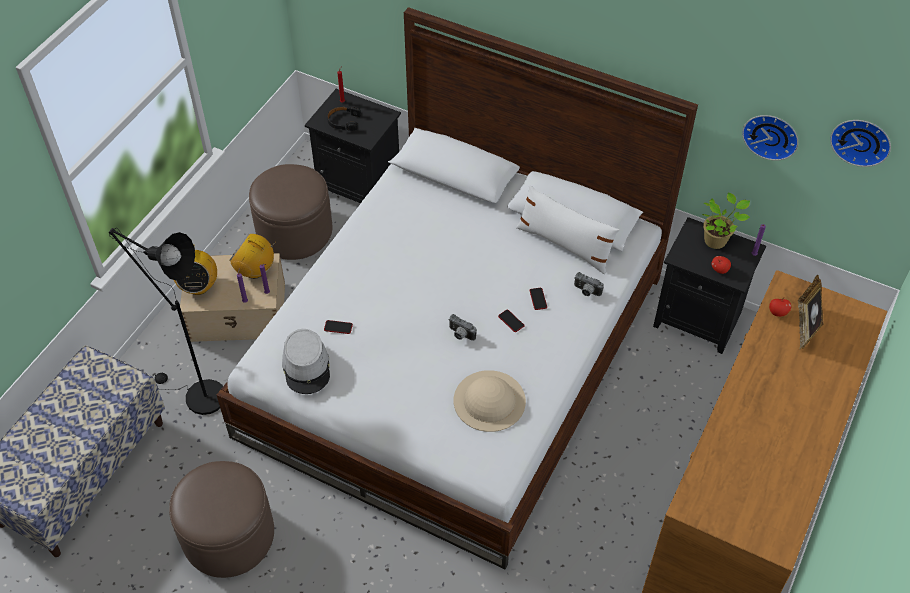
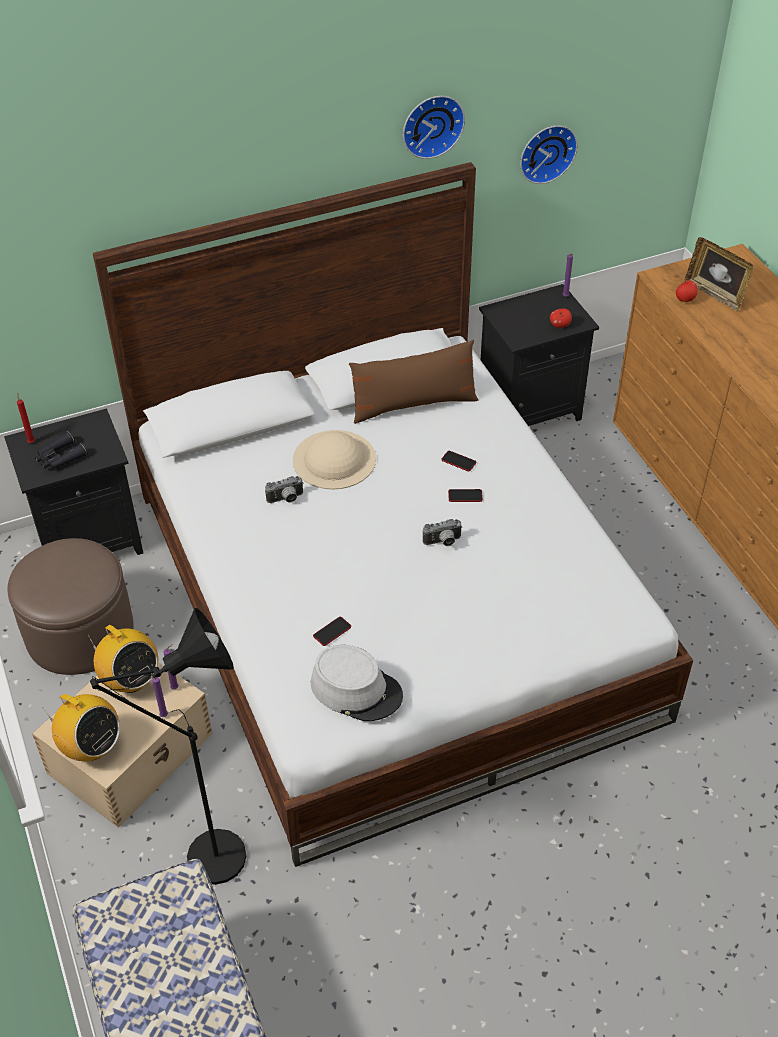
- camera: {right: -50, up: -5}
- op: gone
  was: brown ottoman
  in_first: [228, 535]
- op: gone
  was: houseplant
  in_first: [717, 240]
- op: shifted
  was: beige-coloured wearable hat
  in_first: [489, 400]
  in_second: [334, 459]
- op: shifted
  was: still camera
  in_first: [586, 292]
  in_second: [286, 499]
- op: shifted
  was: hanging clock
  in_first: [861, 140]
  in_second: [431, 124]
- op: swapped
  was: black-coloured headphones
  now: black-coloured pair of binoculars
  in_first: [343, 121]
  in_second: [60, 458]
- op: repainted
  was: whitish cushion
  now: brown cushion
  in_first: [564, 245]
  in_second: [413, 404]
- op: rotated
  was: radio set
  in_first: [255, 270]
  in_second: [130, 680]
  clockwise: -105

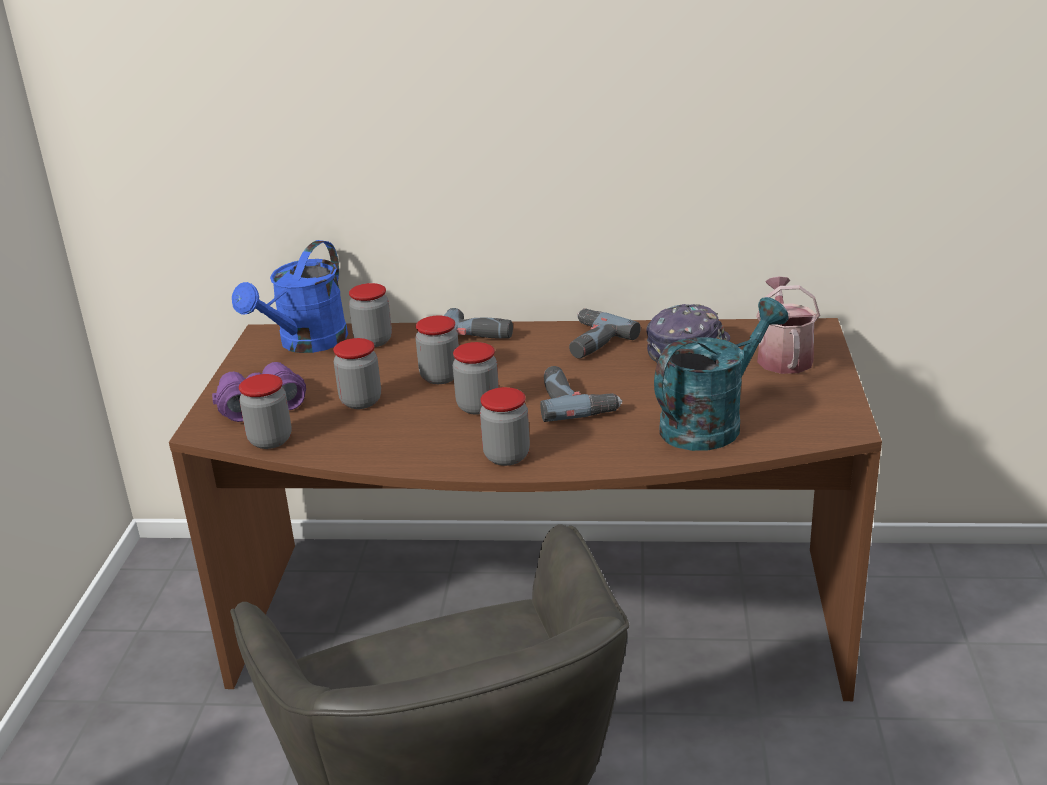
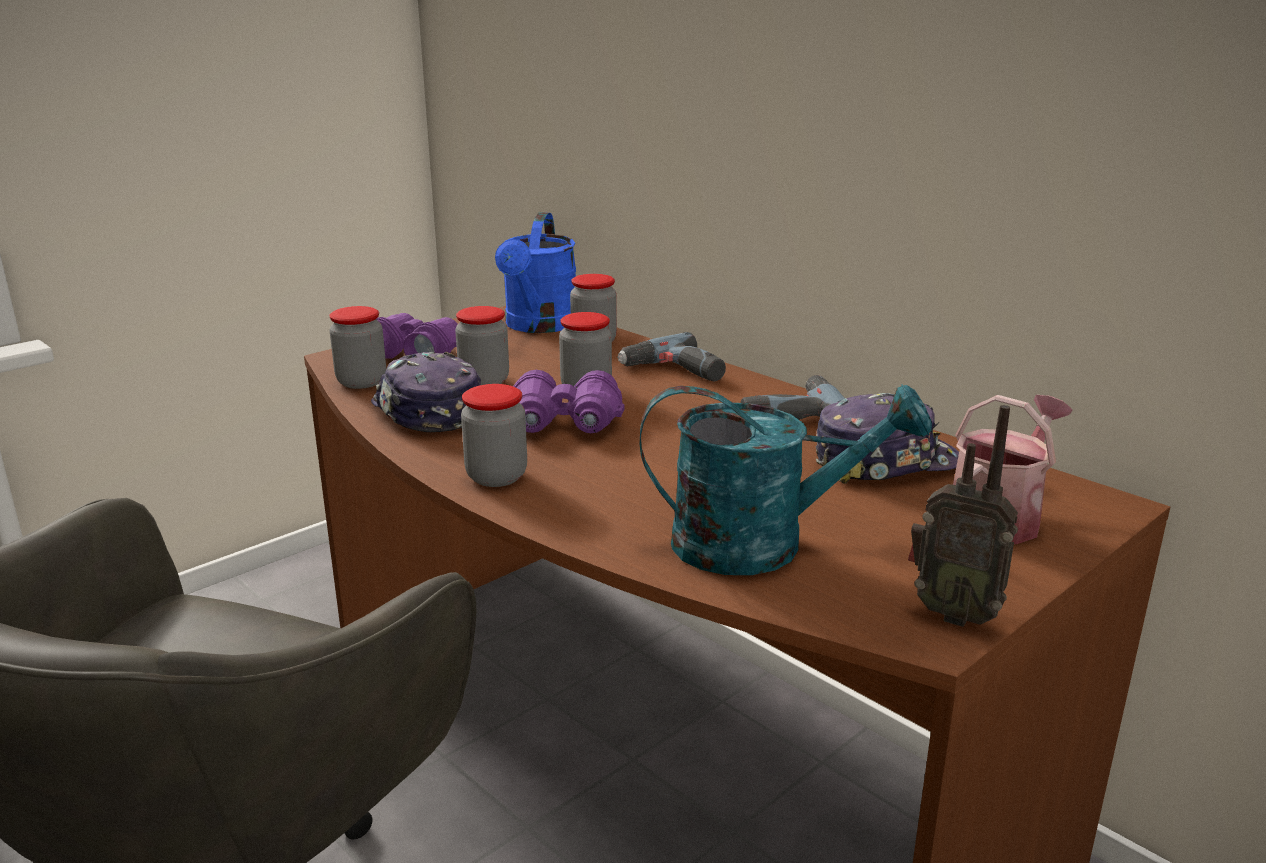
- camera: {right: 40, up: -5}
- op: gone
  was: power drill
  in_first: [576, 401]
- op: new
  now: cap
  in_second: [427, 413]
- op: new
  now: radio set
  in_second: [953, 613]
- op: swapped
  was: storage jar
  now: purple-coloured pair of binoculars
  in_first: [478, 406]
  in_second: [565, 425]
- op: rotated
  was: blue watering can
  in_first: [306, 344]
  in_second: [539, 326]
  clockwise: -60

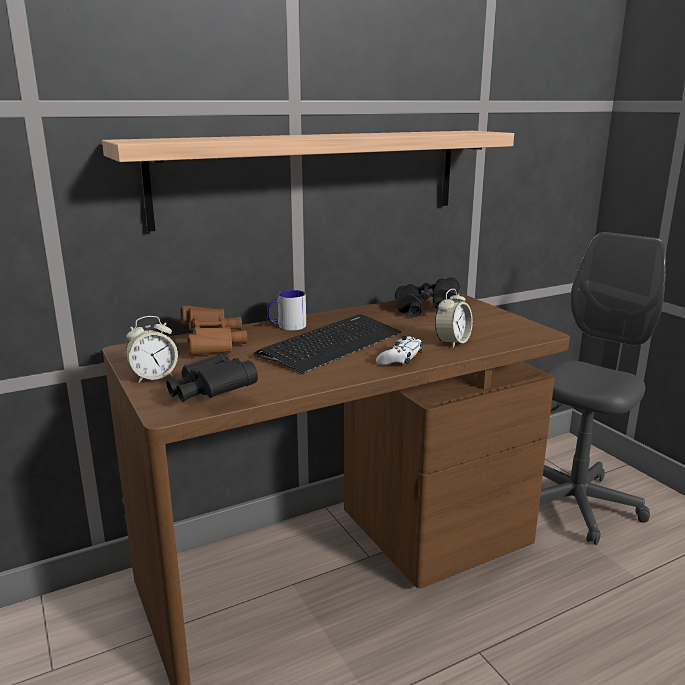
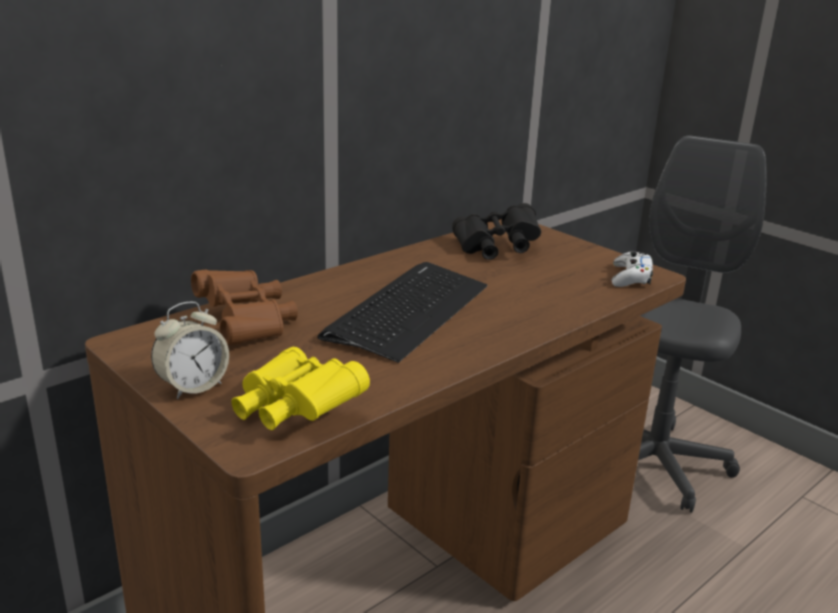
- camera: {right: -15, up: 5}
- op: gone
  was: wall shelf
  in_first: [312, 176]
- op: gone
  was: coffee mug
  in_first: [287, 326]
- op: gone
  was: bedside clock
  in_first: [452, 342]
- op: shifted
  was: whitish game controller
  in_first: [400, 358]
  in_second: [630, 277]
- op: repainted
  was: black-coloured pair of binoculars
  now: yellow-coloured pair of binoculars
  in_first: [211, 395]
  in_second: [294, 410]

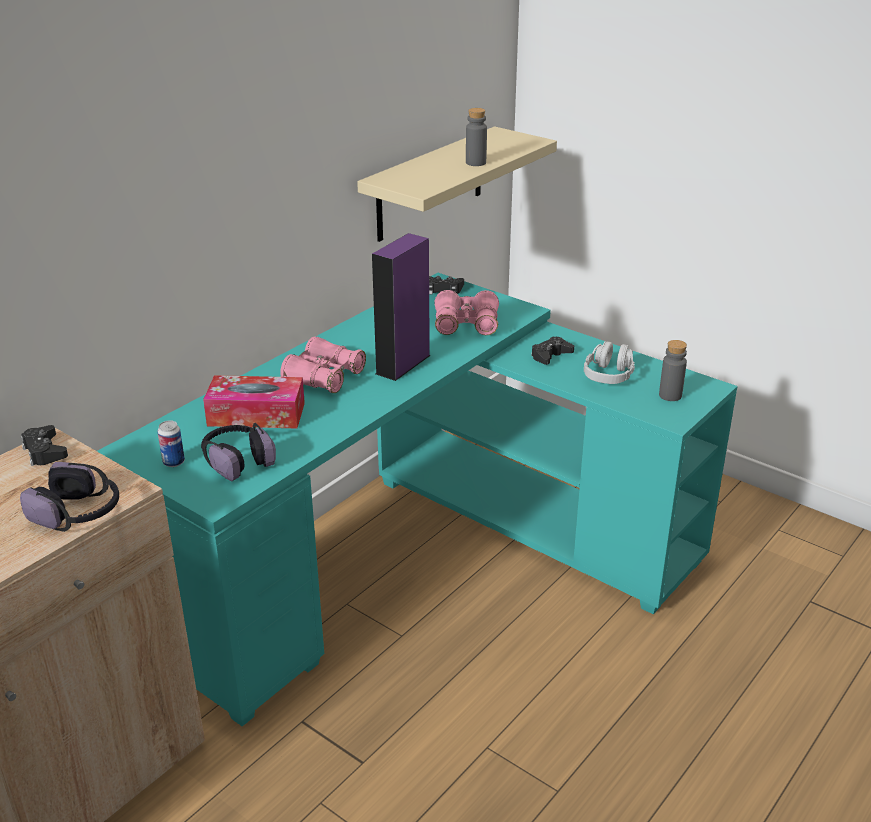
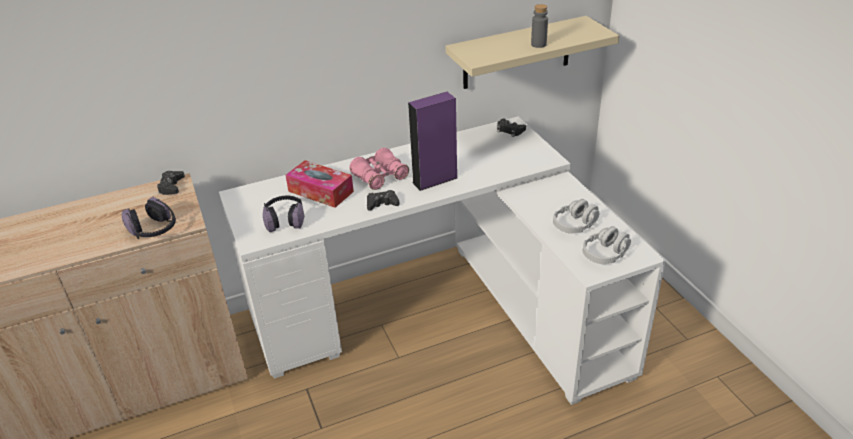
- camera: {right: 30, up: 5}
- op: gone
  was: metal can
  in_first: [173, 462]
- op: gone
  was: pinkish pair of binoculars
  in_first: [466, 324]
- op: shifted
  was: black-coloured game controller
  in_first: [550, 355]
  in_second: [382, 204]
- op: swapped
  was: greyish bottle
  now: greyish headphones
  in_first: [670, 395]
  in_second: [605, 253]
- op: repainted
  was: blue-green desk unit
  now: whitish desk unit
  in_first: [421, 558]
  in_second: [446, 310]

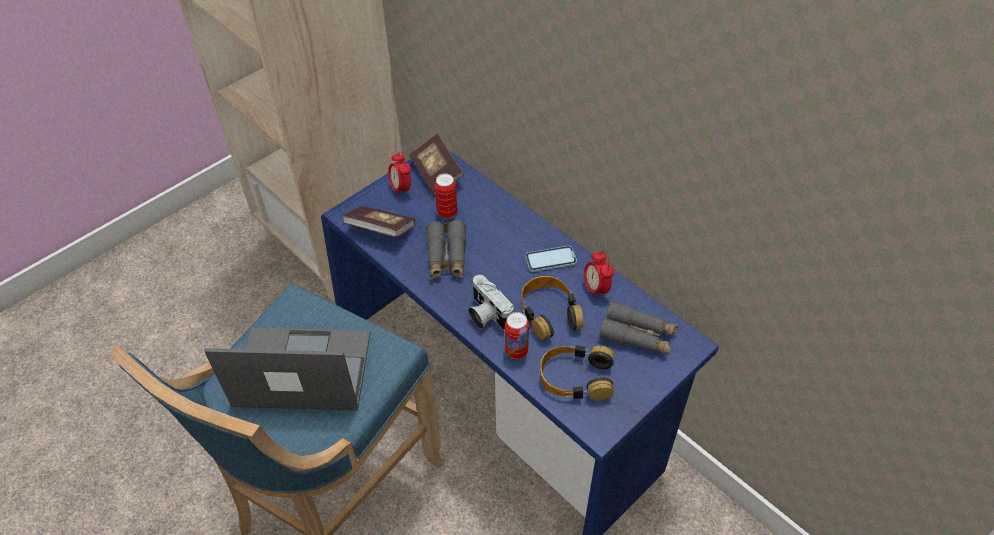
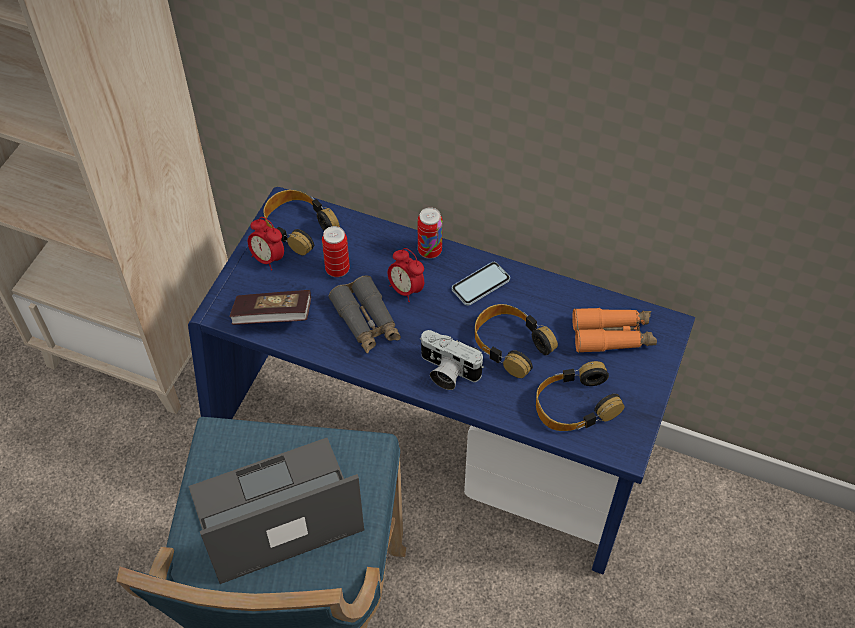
- camera: {right: -25, up: 5}
- op: shifted
  was: metal can
  in_first: [516, 351]
  in_second: [429, 251]
- op: shifted
  was: bedside clock
  in_first: [596, 289]
  in_second: [406, 289]
- op: swapped
  was: bound book
  now: headphones
  in_first: [437, 174]
  in_second: [299, 227]
- op: repainted
  was: greyish pair of binoculars
  now: orange pair of binoculars
  in_first: [638, 335]
  in_second: [613, 335]

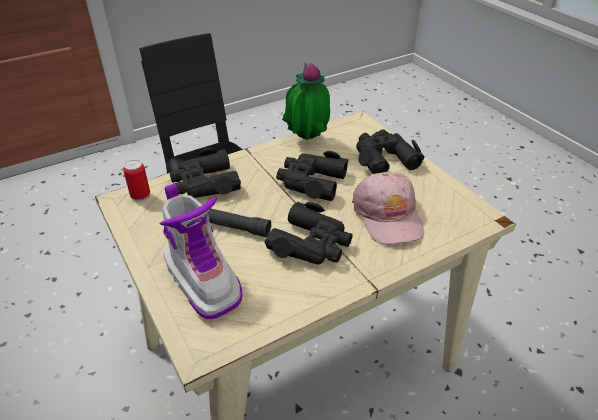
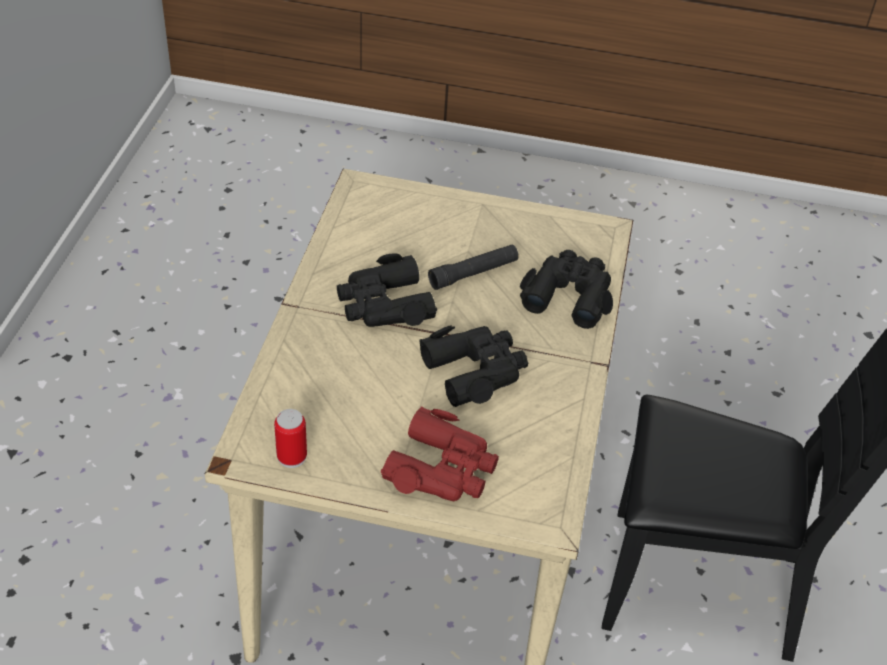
- camera: {right: 130, up: 5}
- op: gone
  was: high-top boot
  in_first: [203, 280]
- op: gone
  was: houseplant
  in_first: [306, 141]
- op: gone
  was: pinkish cap
  in_first: [388, 215]
- op: shifted
  was: metal can
  in_first: [140, 196]
  in_second: [291, 457]
- op: repainted
  was: black-coloured pair of binoculars
  now: red pair of binoculars
  in_first: [384, 158]
  in_second: [442, 468]

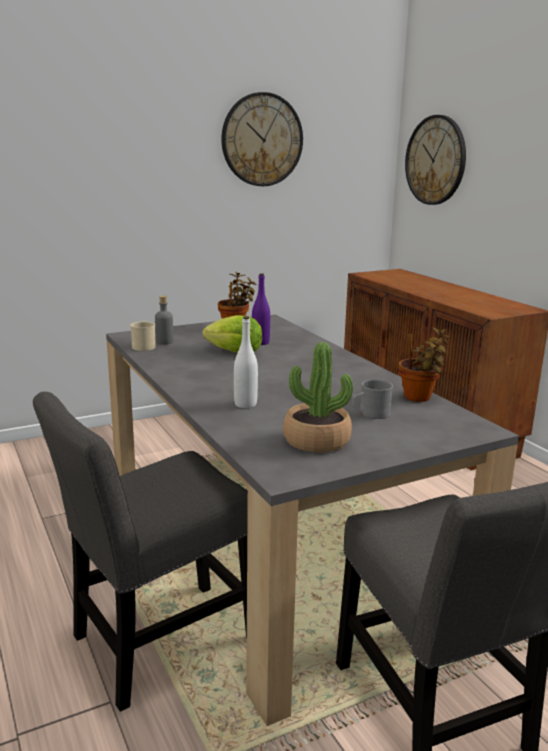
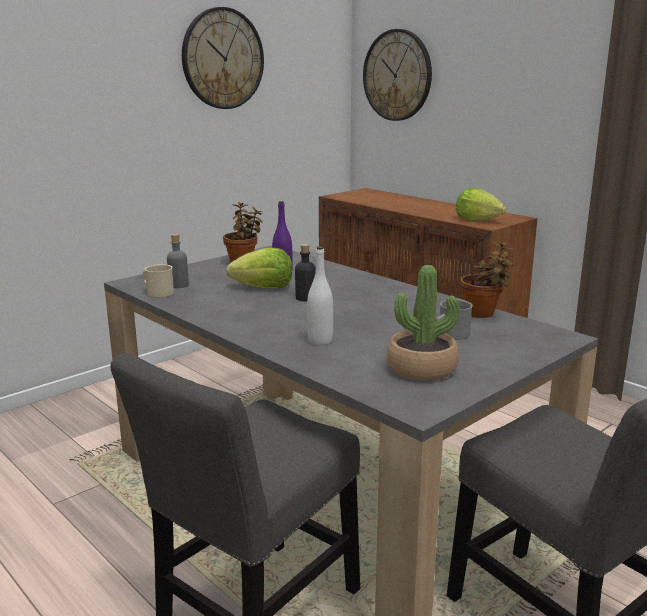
- camera: {right: -15, up: 0}
- op: new
  now: black-coloured bottle
  in_second: [305, 298]
- op: new
  now: head of lettuce
  in_second: [477, 220]

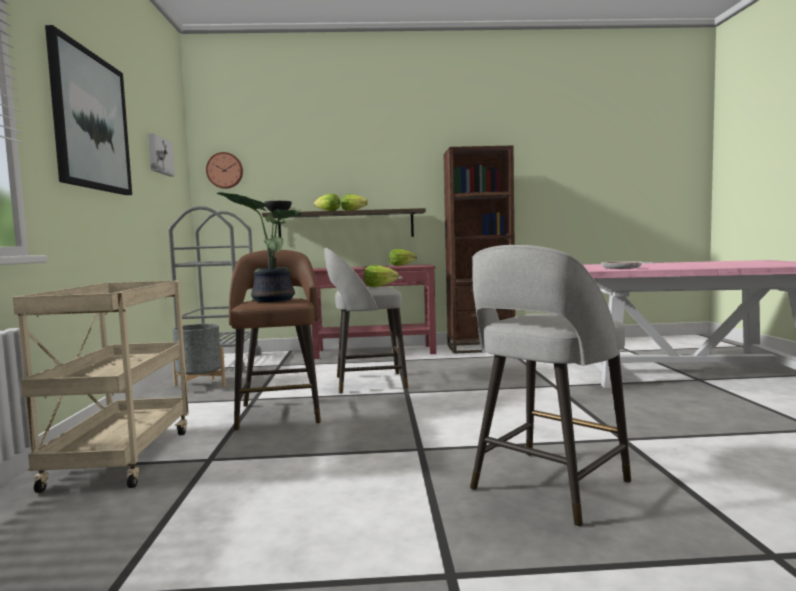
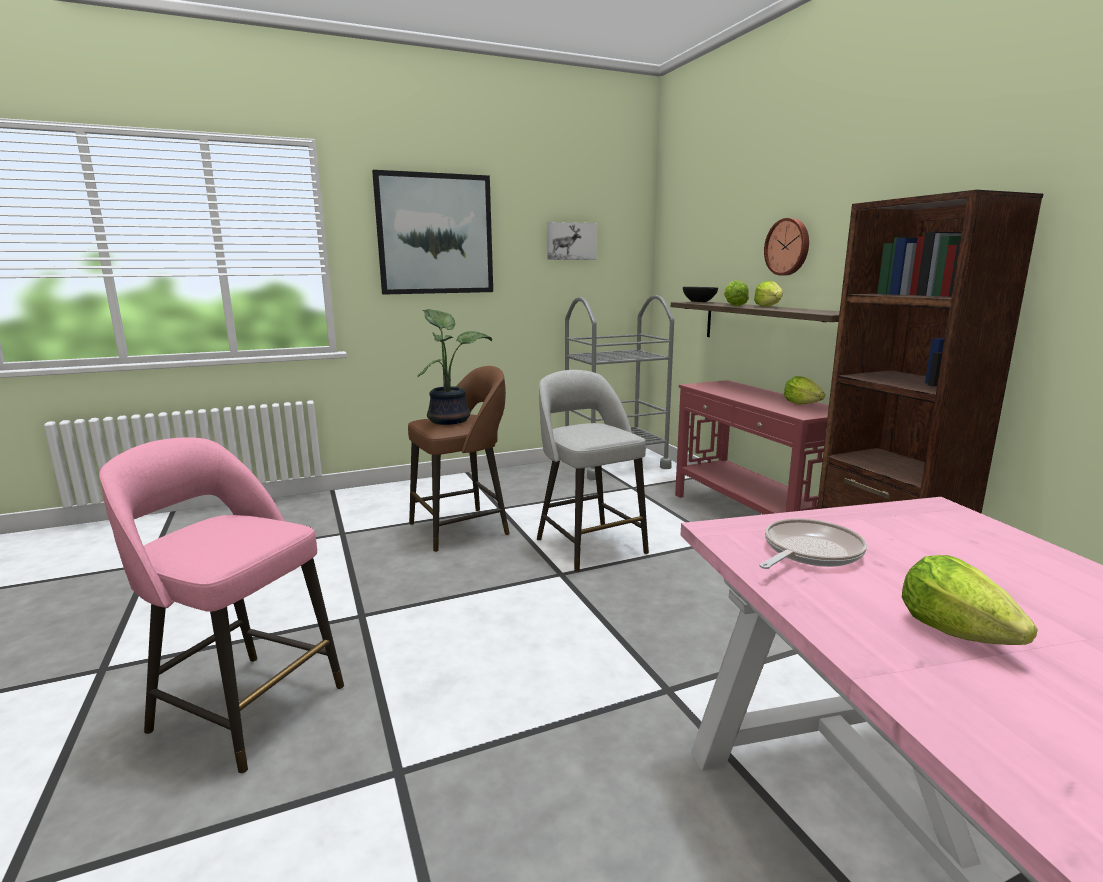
- camera: {right: 70, up: 10}
- op: gone
  was: beige-coloured wheeled cart
  in_first: [121, 457]
- op: gone
  was: greyish plant pot
  in_first: [199, 385]
- op: shifted
  was: hanging clock
  in_first: [225, 170]
  in_second: [788, 247]
- op: shifted
  was: head of lettuce
  in_first: [379, 286]
  in_second: [954, 631]
- op: repainted
  was: greyish stool seat
  now: pinkish stool seat
  in_first: [547, 487]
  in_second: [245, 706]

